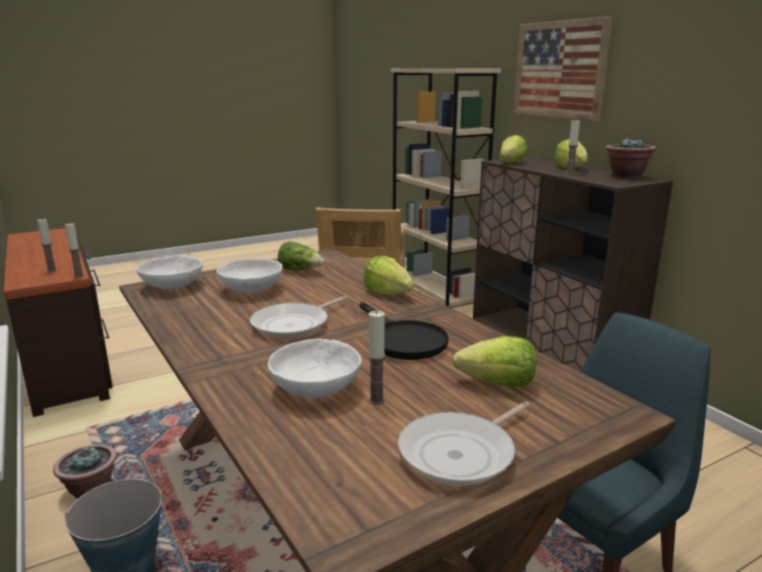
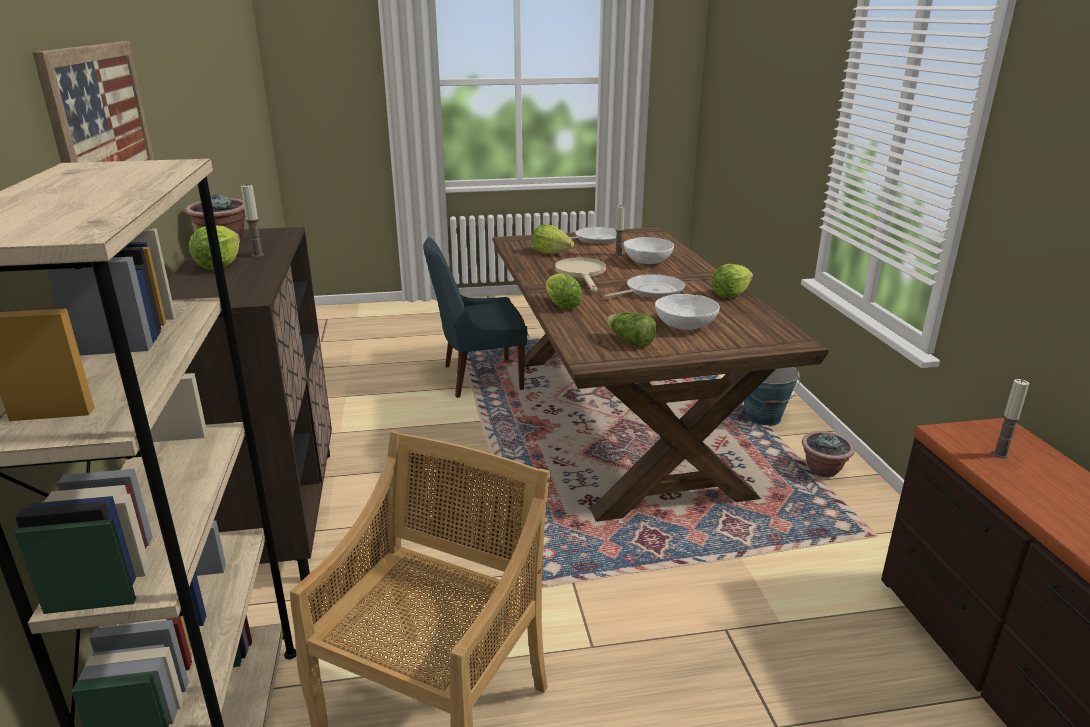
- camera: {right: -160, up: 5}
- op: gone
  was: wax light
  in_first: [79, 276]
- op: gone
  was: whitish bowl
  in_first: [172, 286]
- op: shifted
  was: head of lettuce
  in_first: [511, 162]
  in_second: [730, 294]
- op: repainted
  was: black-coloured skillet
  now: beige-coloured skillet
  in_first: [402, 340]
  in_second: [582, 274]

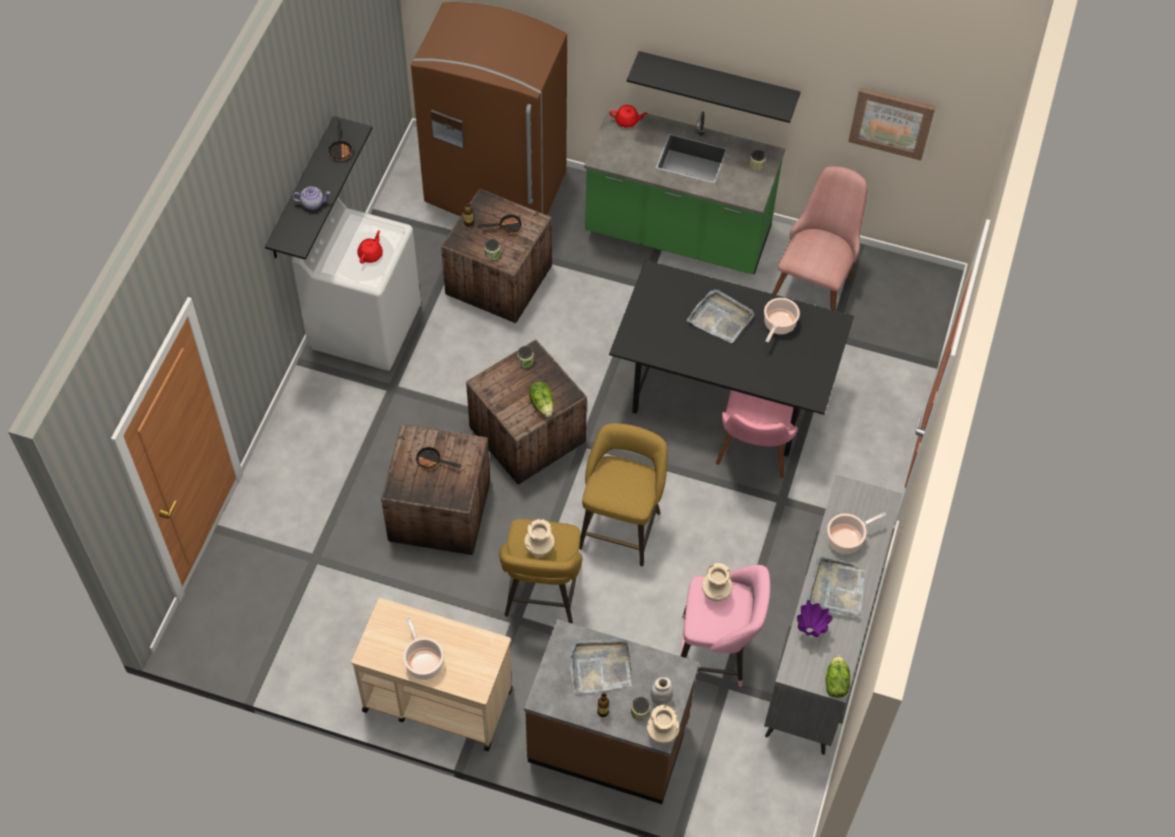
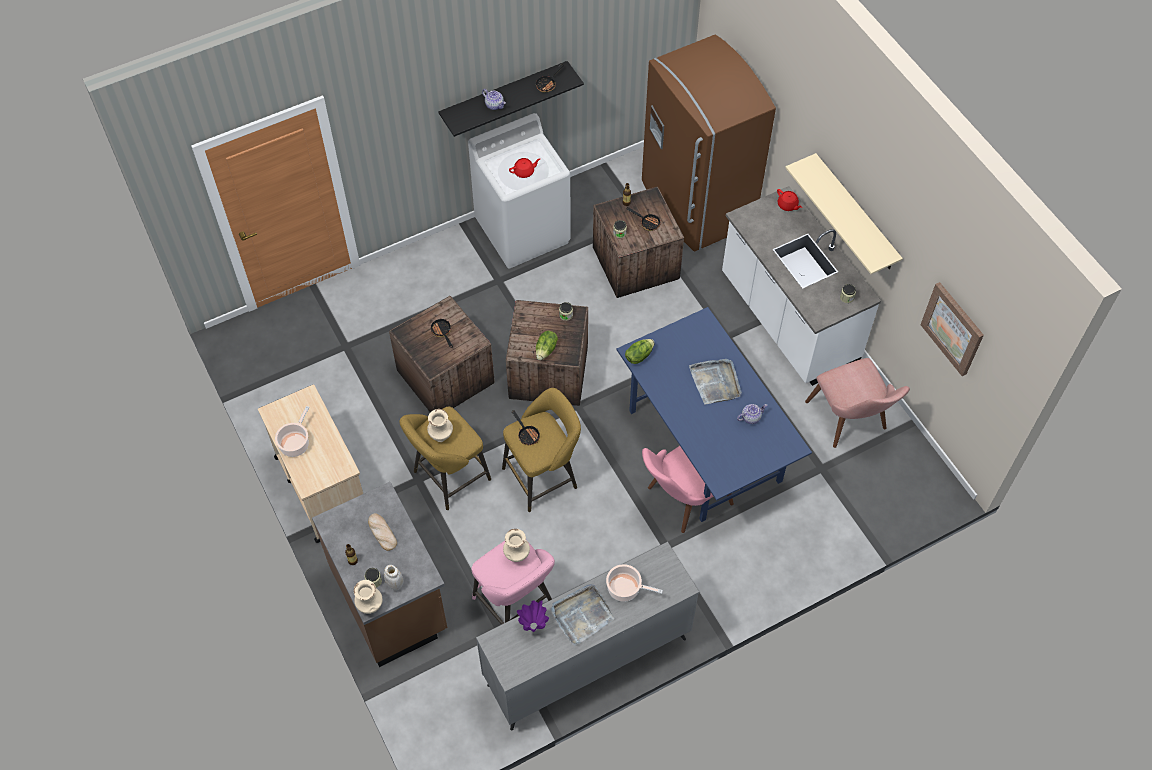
- camera: {right: 45, up: 0}
- op: new
  now: skillet
  in_second: [527, 434]
- op: shifted
  was: head of lettuce
  in_first: [835, 682]
  in_second: [639, 356]
- op: swapped
  was: greyish carrying tray
  now: bakery bread
  in_first: [600, 667]
  in_second: [382, 532]
- op: swapped
  was: saucepot
  now: teapot
  in_first: [778, 325]
  in_second: [751, 417]
- op: repainted
  was: green-coloured kitchen counter
  now: whitish kitchen counter
  in_first: [677, 234]
  in_second: [787, 320]
- op: repainted
  was: black-coloured dining table
  now: blue dining table
  in_first: [722, 392]
  in_second: [703, 445]
- op: repainted
  was: black-coloured wall shelf
  now: beige-coloured wall shelf
  in_first: [717, 82]
  in_second: [855, 214]
- op: rotated
  was: pinkish upright chair
  in_first: [816, 280]
  in_second: [851, 422]
  clockwise: 90

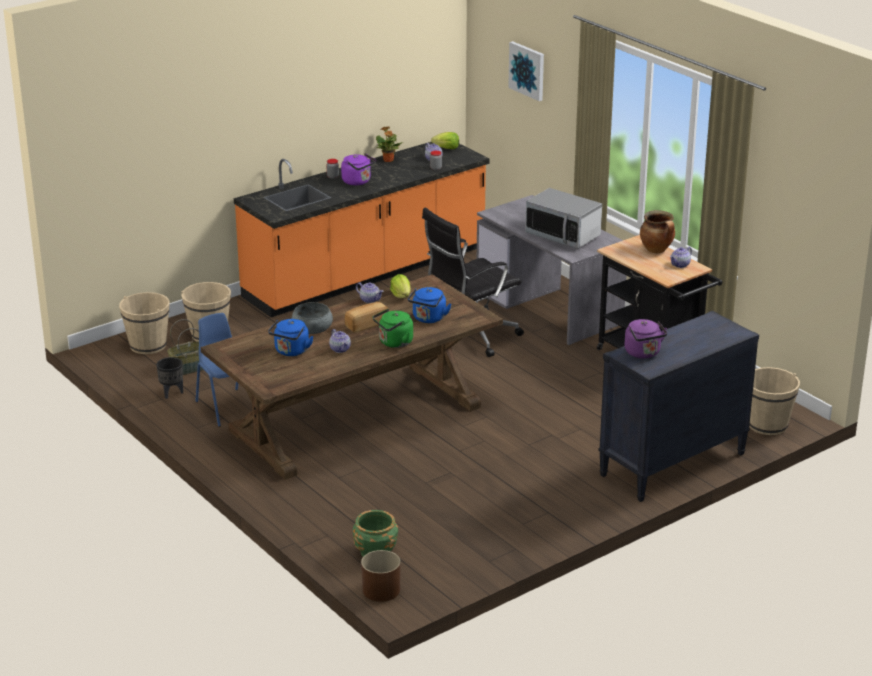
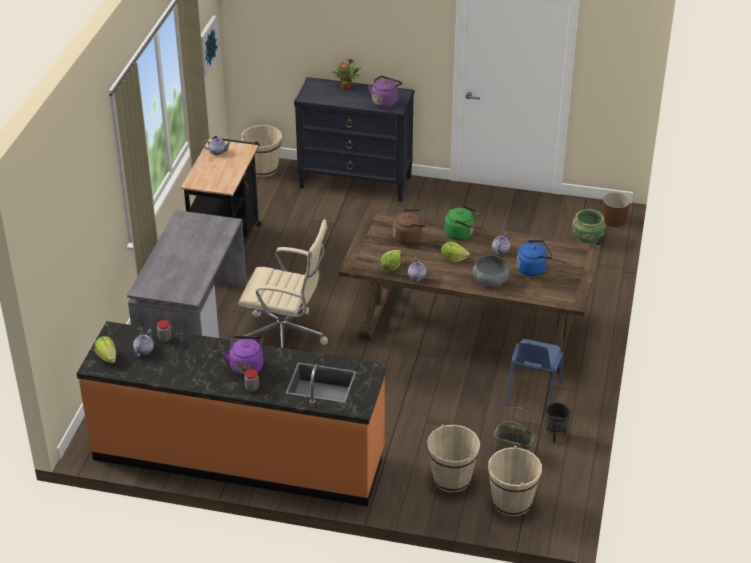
- camera: {right: -130, up: 10}
- op: gone
  was: kitchen microwave
  in_first: [563, 235]
- op: gone
  was: saucepot
  in_first: [657, 250]
- op: shifted
  was: houseplant
  in_first: [388, 160]
  in_second: [346, 87]
- op: shifted
  was: wall picture
  in_first: [527, 70]
  in_second: [207, 45]
- op: swapped
  was: bakery bread
  now: head of lettuce
  in_first: [366, 324]
  in_second: [453, 259]
- op: repainted
  was: blue kettle
  now: brown kettle
  in_first: [428, 319]
  in_second: [409, 237]
- op: repainted
  was: black-coloured desk chair
  now: beige-coloured desk chair
  in_first: [470, 336]
  in_second: [286, 337]

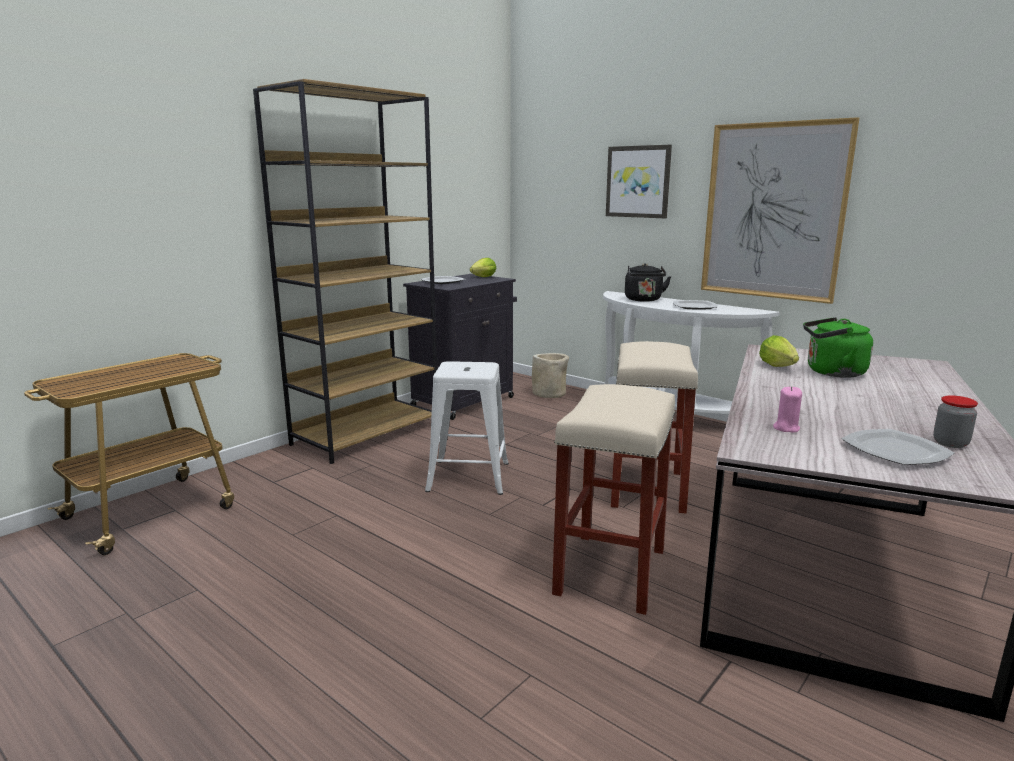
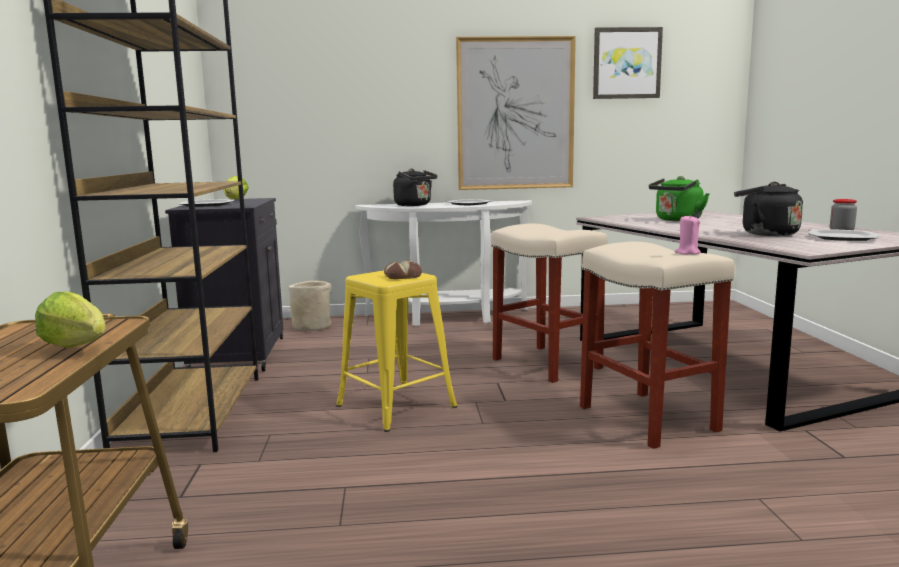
- camera: {right: -45, up: -5}
- op: new
  now: bakery bread
  in_second: [402, 276]
- op: new
  now: black-coloured kettle
  in_second: [765, 234]
- op: shifted
  was: wall picture
  in_first: [638, 182]
  in_second: [626, 63]
- op: shifted
  was: head of lettuce
  in_first: [779, 367]
  in_second: [78, 347]
- op: shifted
  was: pinkish wax light
  in_first: [786, 428]
  in_second: [687, 253]
- op: repainted
  was: whitish stool seat
  now: yellow-coloured stool seat
  in_first: [468, 476]
  in_second: [396, 406]

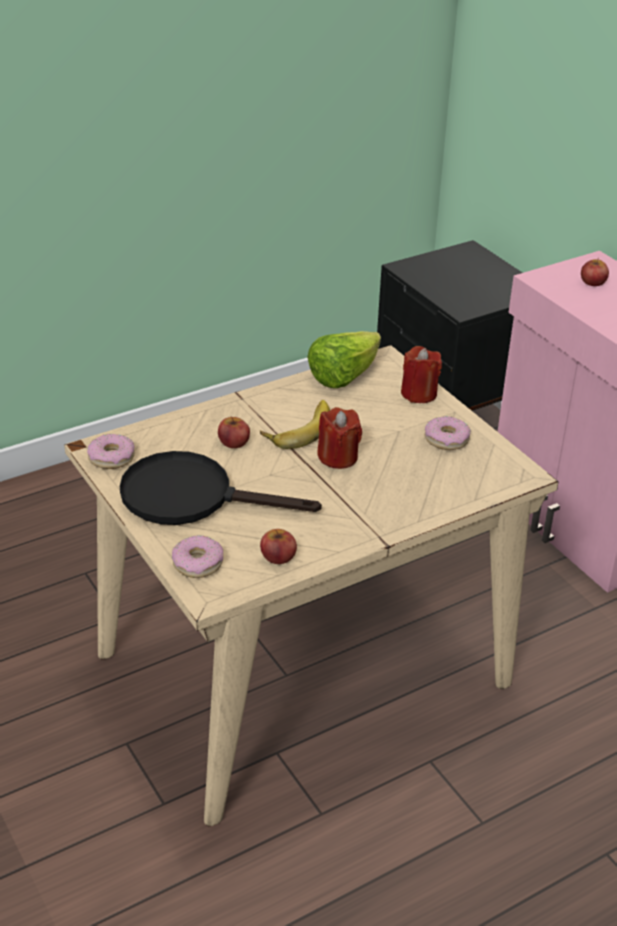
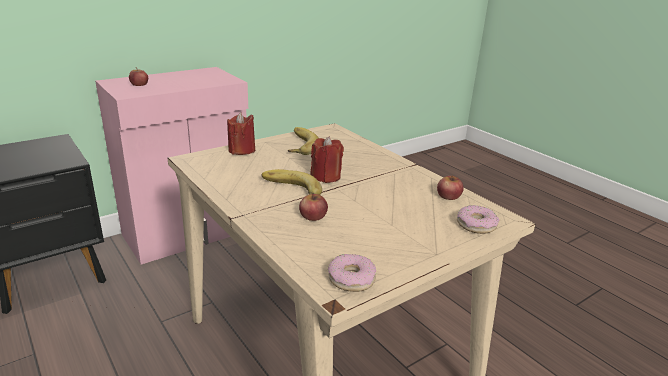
- camera: {right: -95, up: -10}
- op: gone
  was: black-coloured skillet
  in_first: [192, 496]
- op: gone
  was: head of lettuce
  in_first: [343, 376]
- op: swapped
  was: ring doughnut
  now: banana
  in_first: [446, 439]
  in_second: [298, 145]

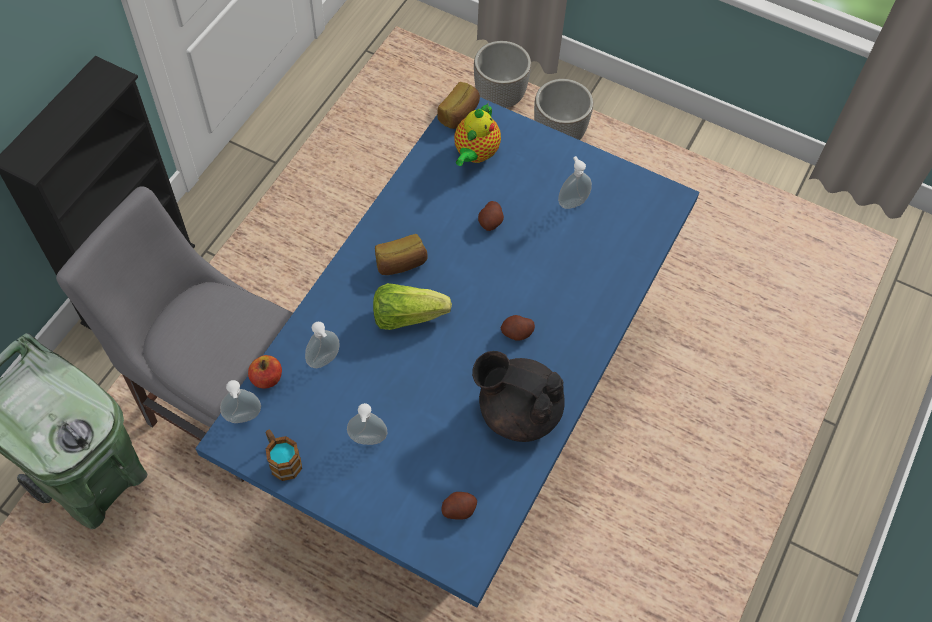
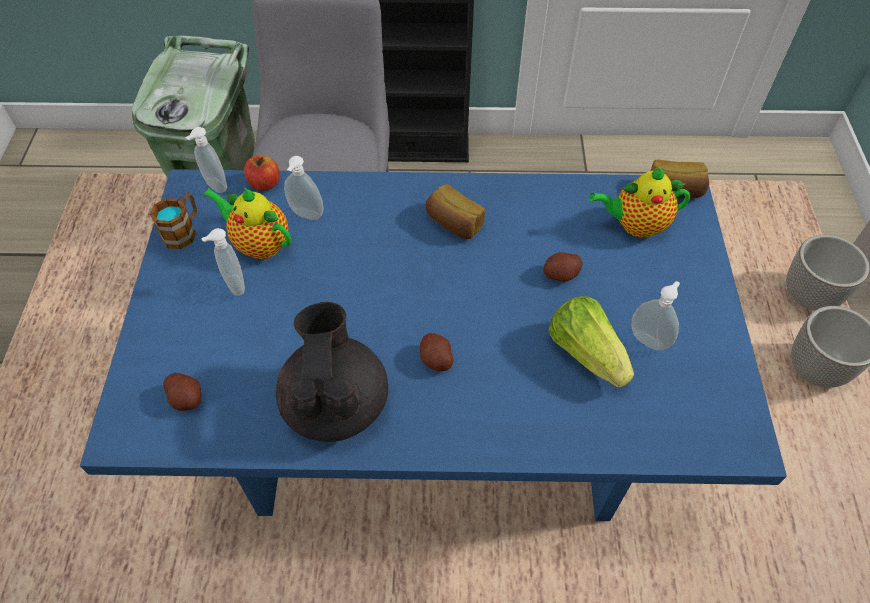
- camera: {right: 65, up: -5}
- op: new
  now: teapot
  in_second: [259, 244]
- op: shifted
  was: head of lettuce
  in_first: [407, 316]
  in_second: [586, 352]

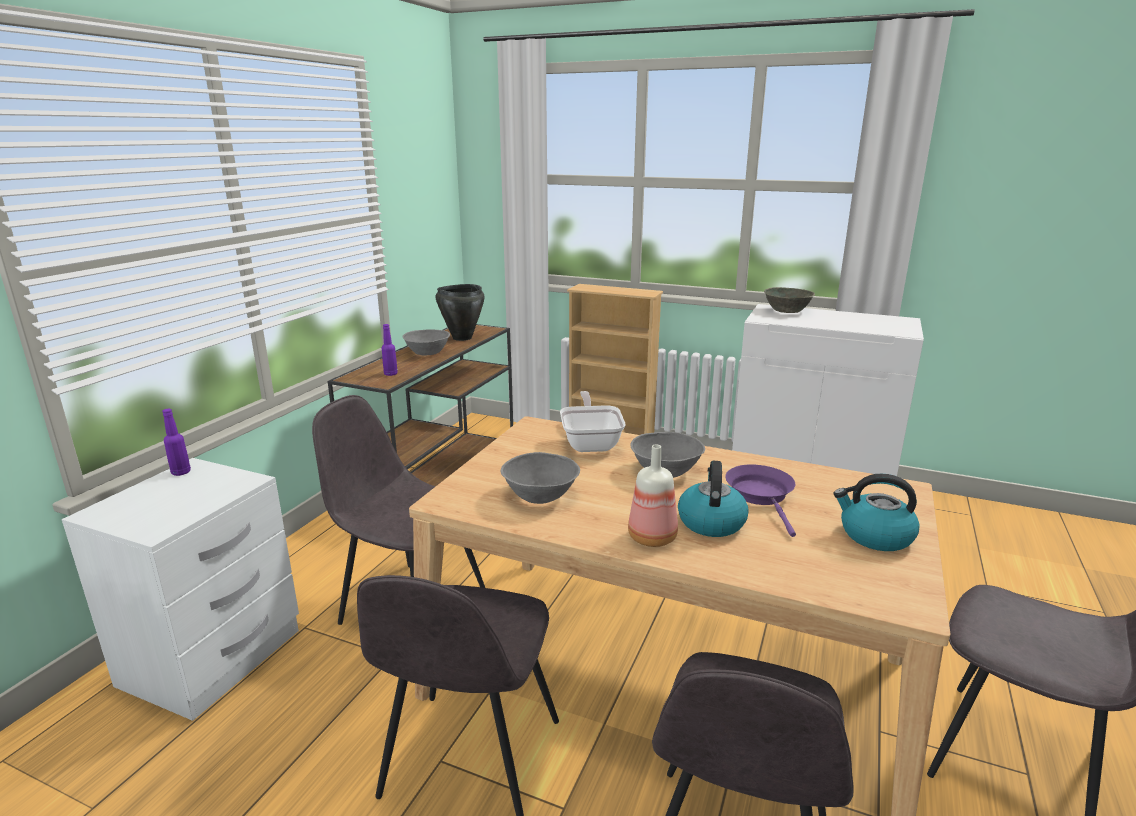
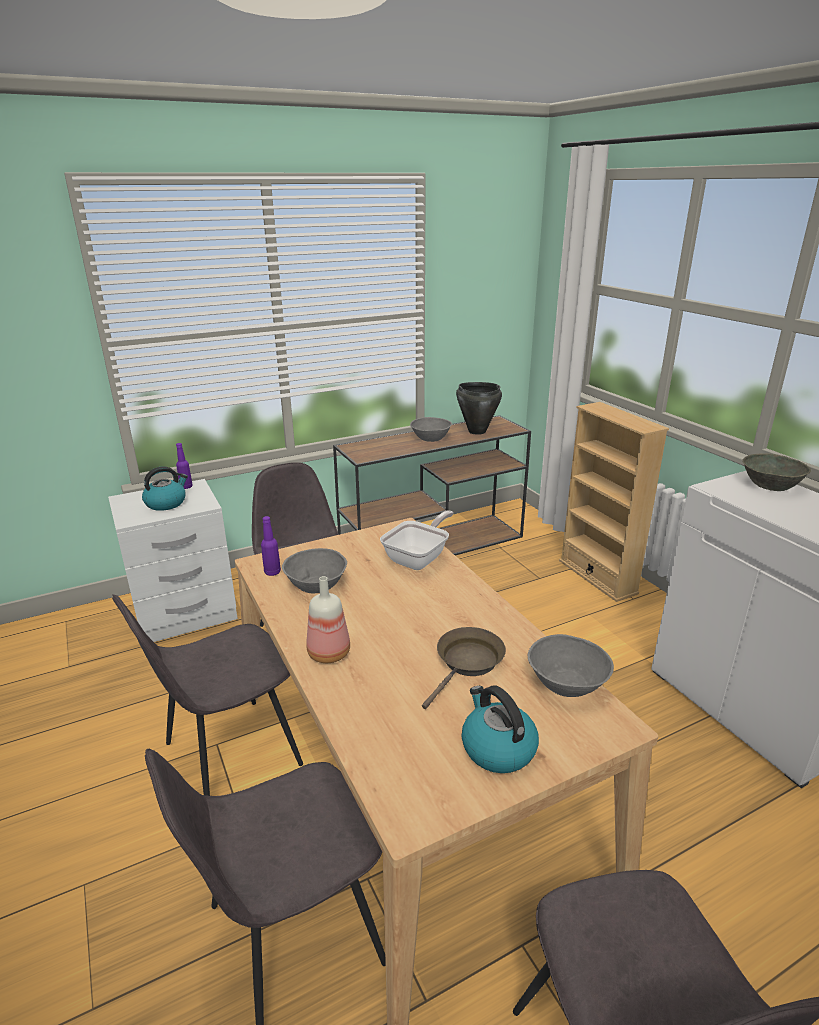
- camera: {right: 40, up: 5}
- op: shifted
  was: purple-coloured bottle
  in_first: [390, 374]
  in_second: [272, 572]
- op: shifted
  was: greyish bowl
  in_first: [665, 470]
  in_second: [567, 683]
- op: shifted
  was: kettle
  in_first: [711, 522]
  in_second: [166, 503]
- op: repainted
  was: purple-coloured skillet
  now: brown skillet
  in_first: [761, 496]
  in_second: [467, 663]

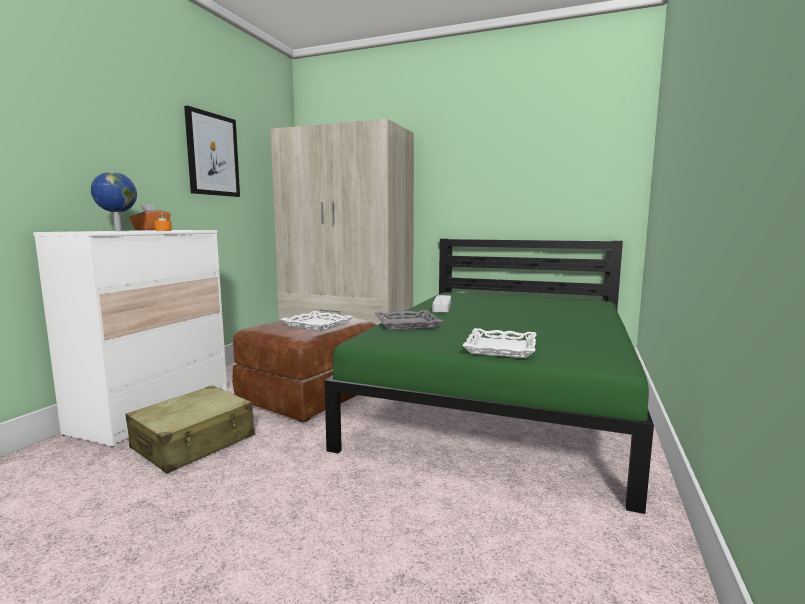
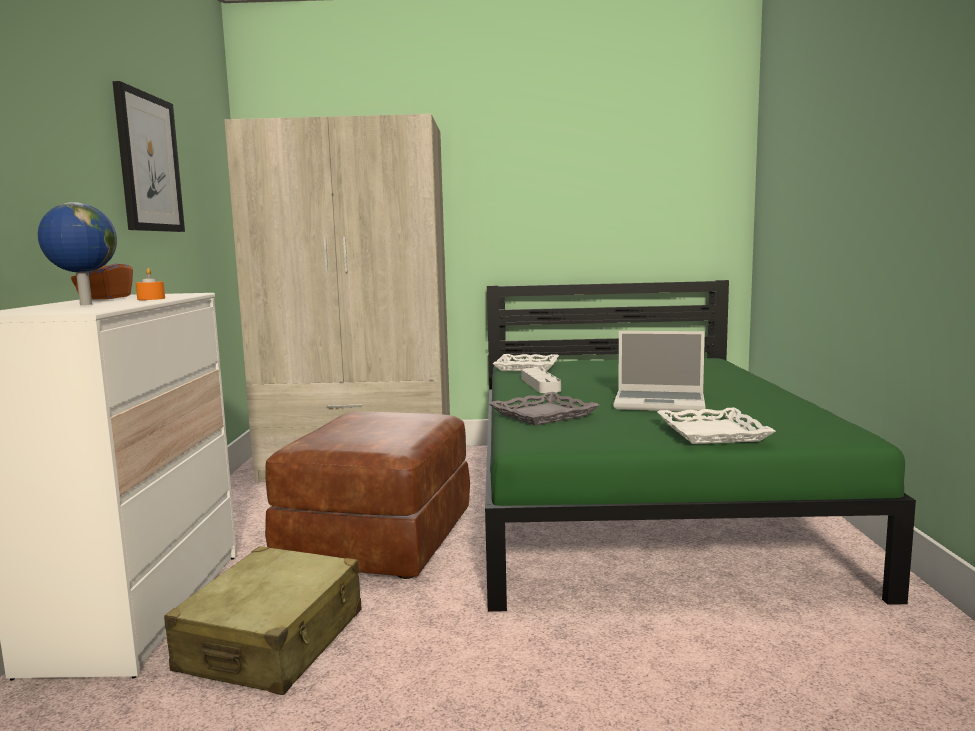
- camera: {right: -20, up: 0}
- op: new
  now: notebook computer
  in_second: [660, 403]
- op: shifted
  was: whitish carrying tray
  in_first: [317, 325]
  in_second: [526, 367]

